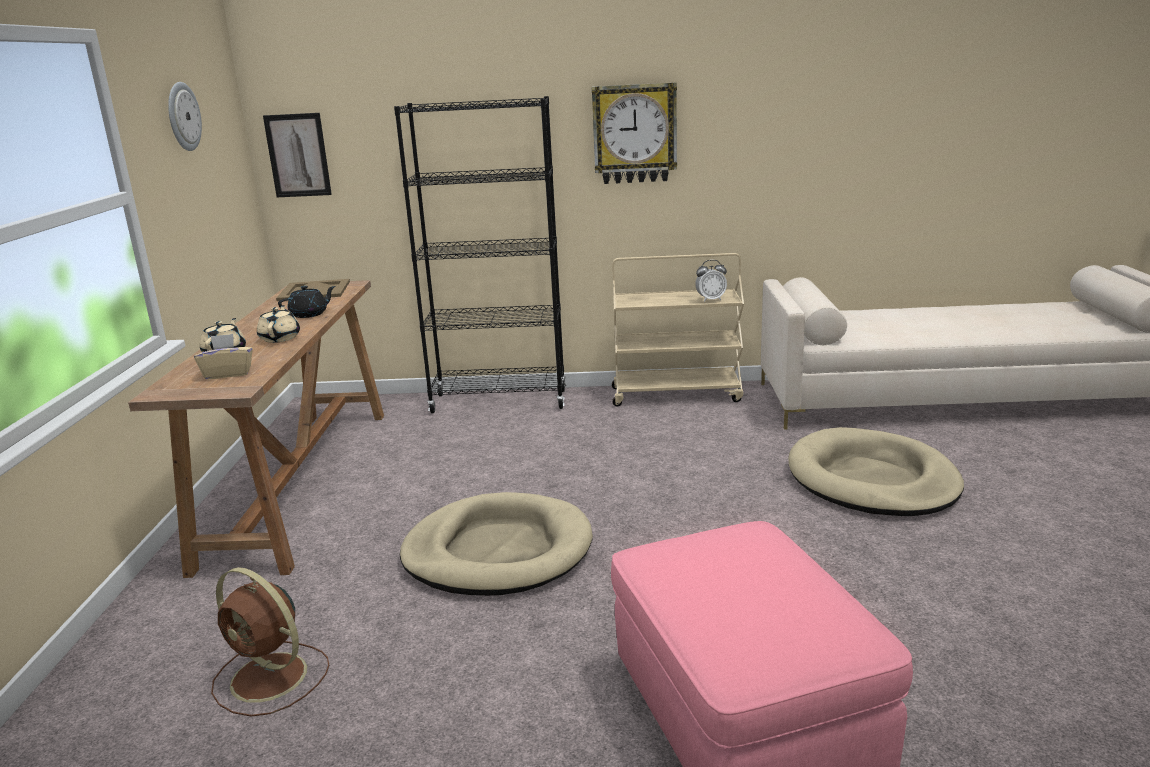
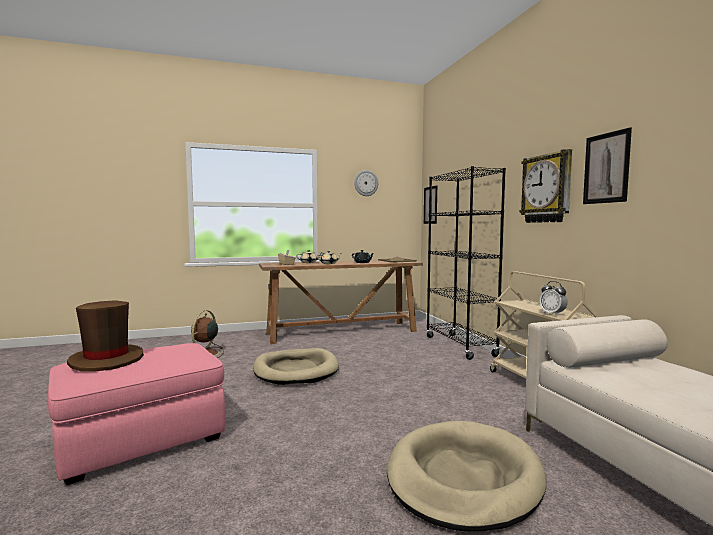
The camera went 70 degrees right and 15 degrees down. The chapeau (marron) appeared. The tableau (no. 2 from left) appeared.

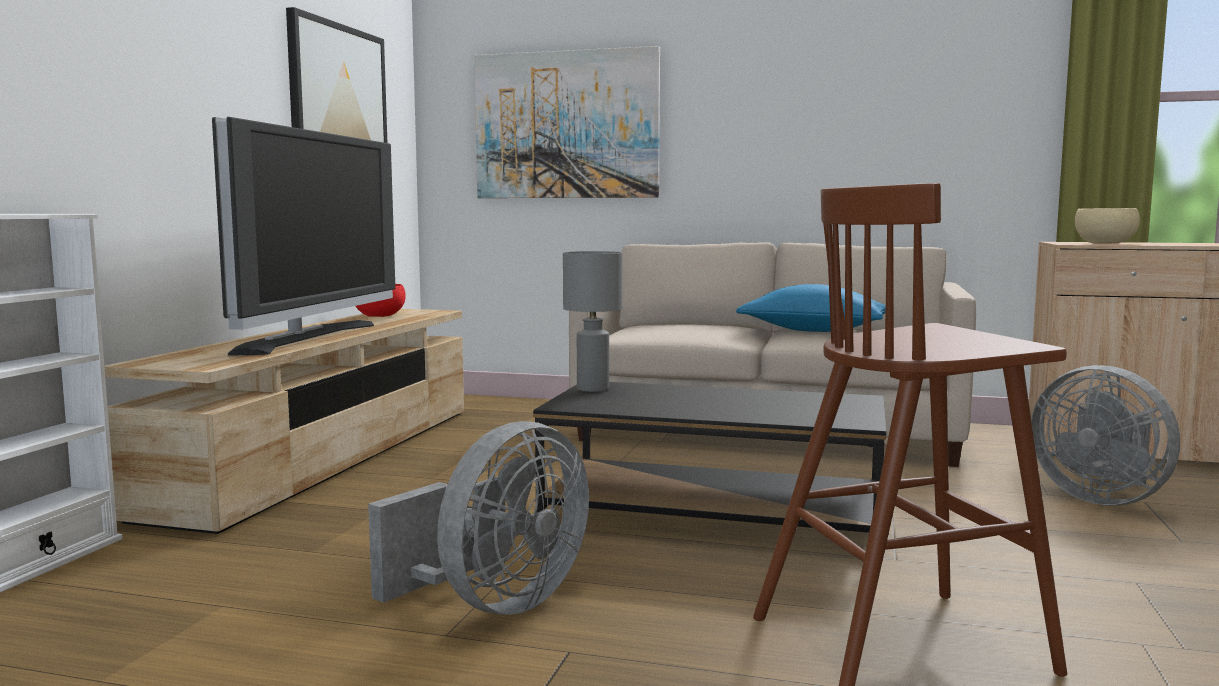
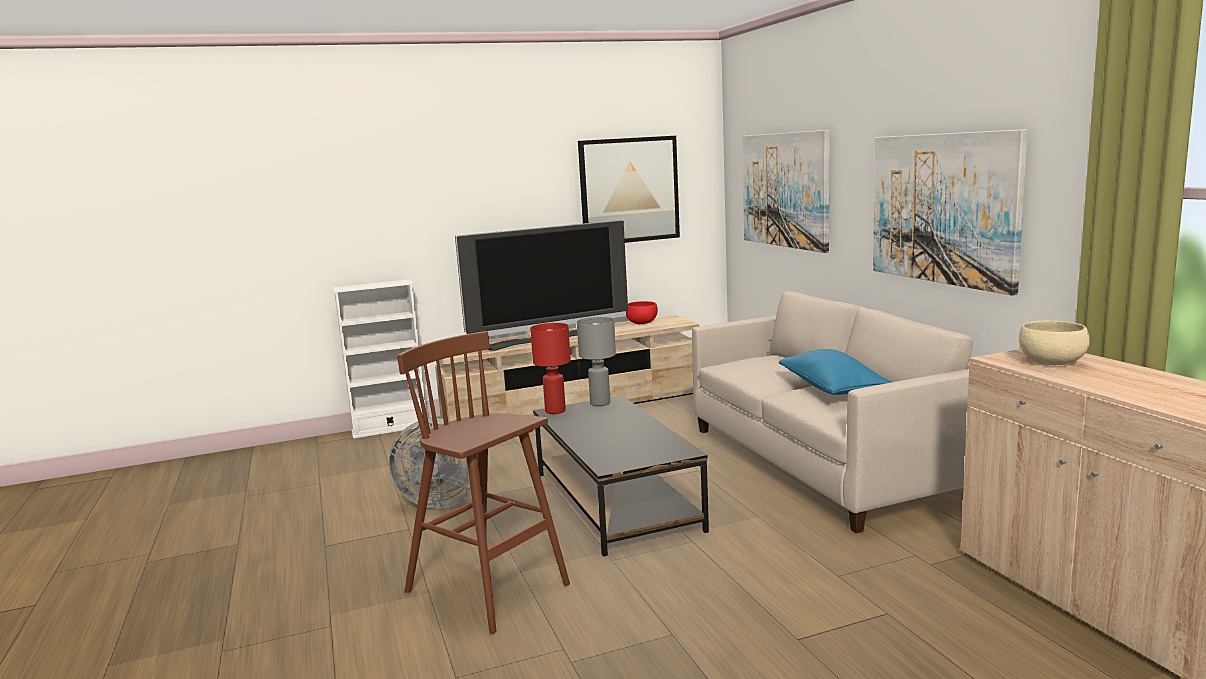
The camera went 55 degrees right and 5 degrees up. The ventilateur (gris) (no. 2 from left) disappeared. The lampe de table (rouge) appeared. The tableau (no. 3 from left) appeared.

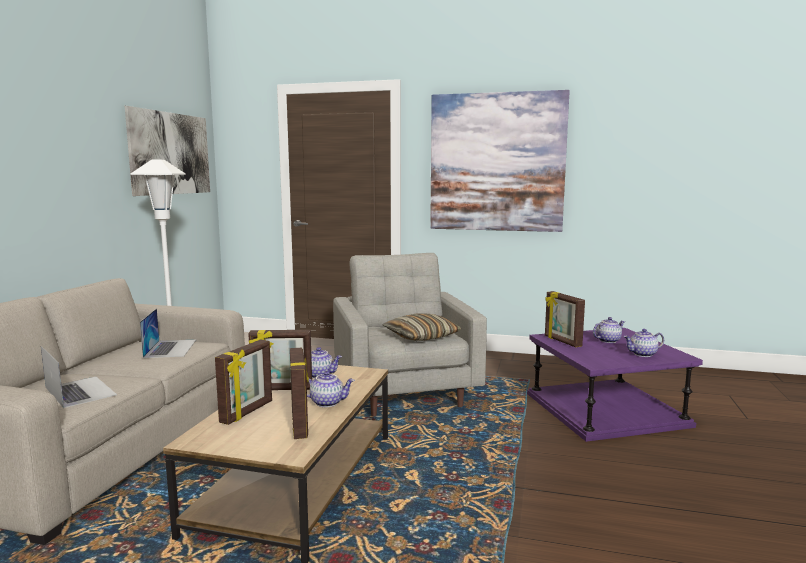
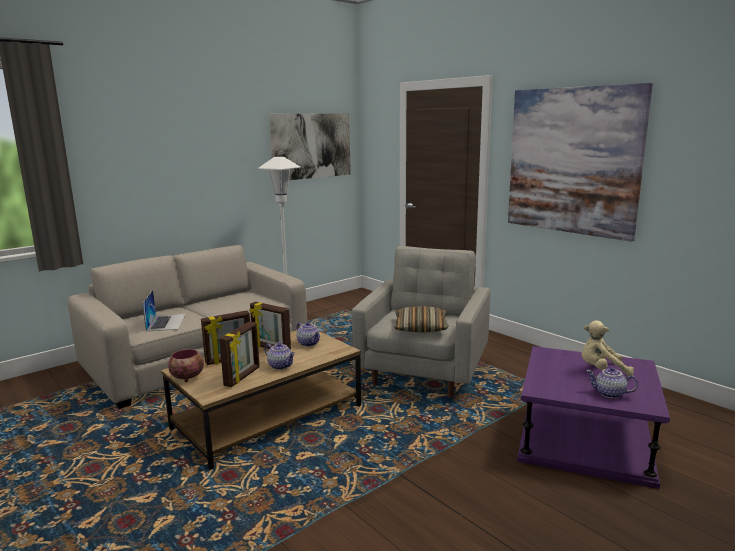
The camera went 35 degrees right and 5 degrees up. The ordinateur portable (no. 2 from left) disappeared. The cadre photo (no. 4 from left) disappeared. The théière (no. 3 from left) was replaced by the peluche (beige). The bol appeared.

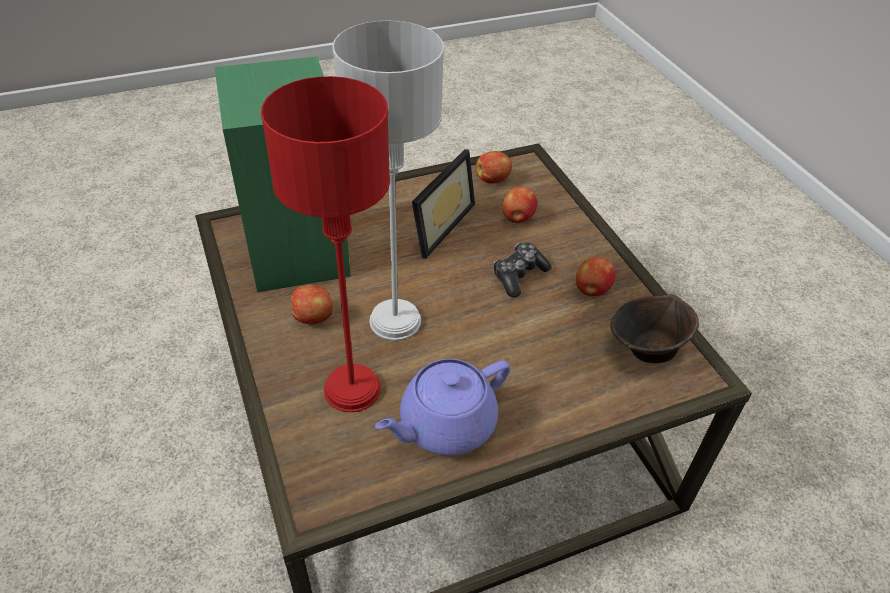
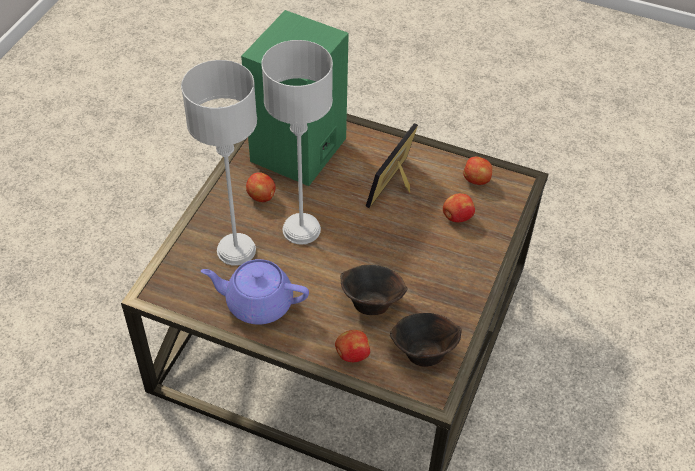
The camera went 45 degrees right and 5 degrees up. The lampe de table (rouge) became the lampe de table (gris) (no. 1 from left). The cadre photo turned 135 degrees clockwise. The manette disappeared. The pomme (no. 4 from left in the first image) moved. The bol (marron) (no. 1 from left) appeared.

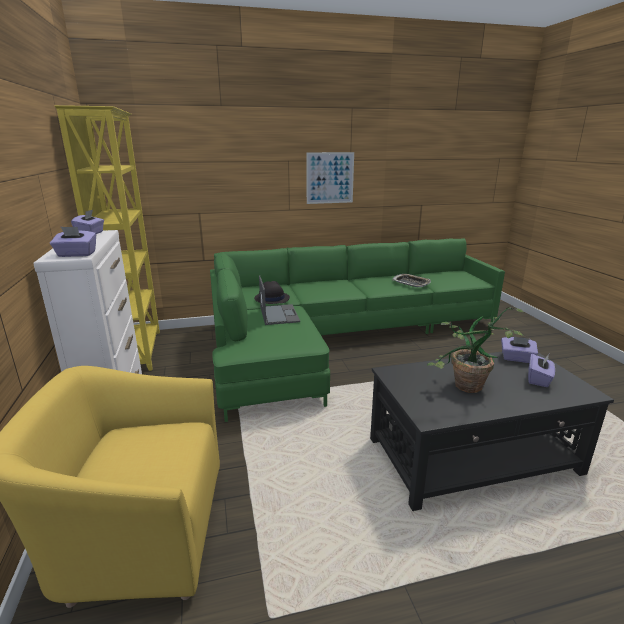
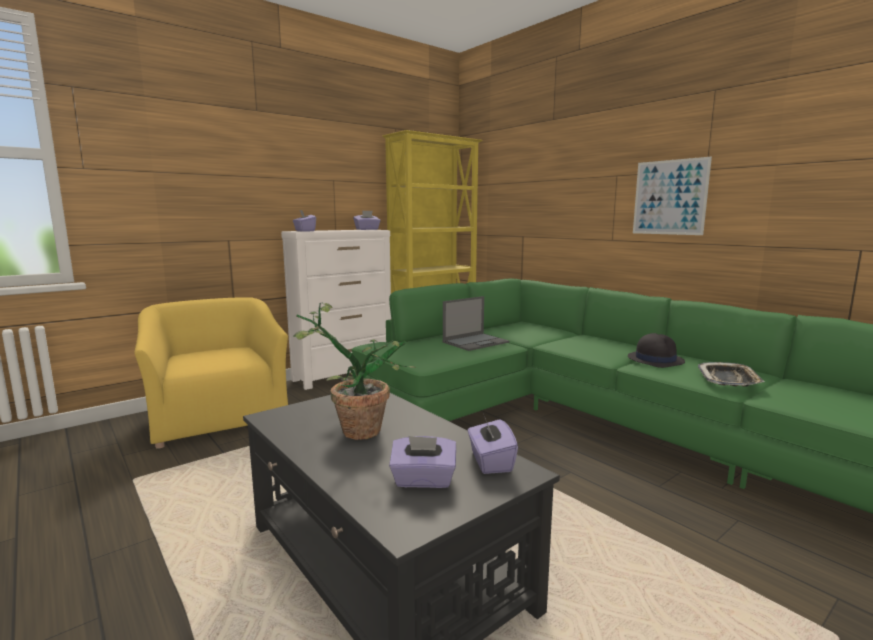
The camera went 65 degrees right and 10 degrees down. The chapeau (noir) moved.

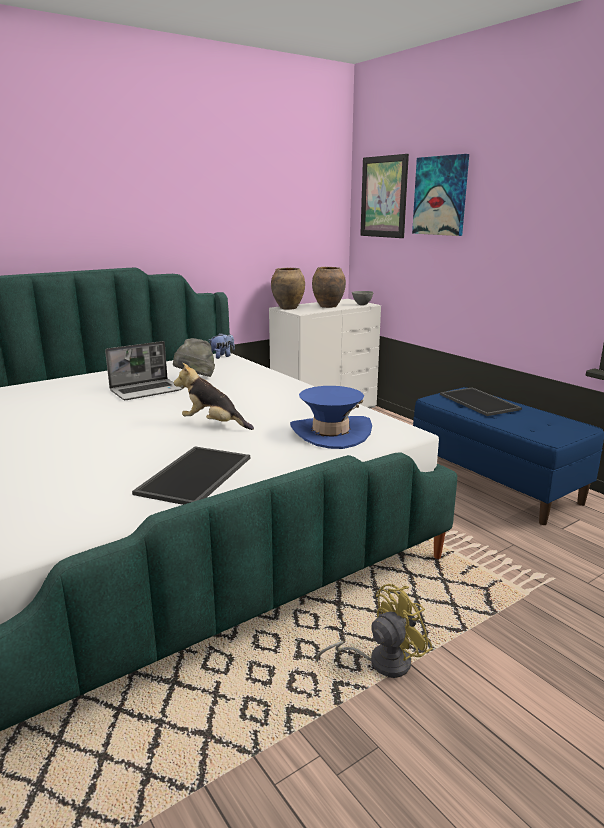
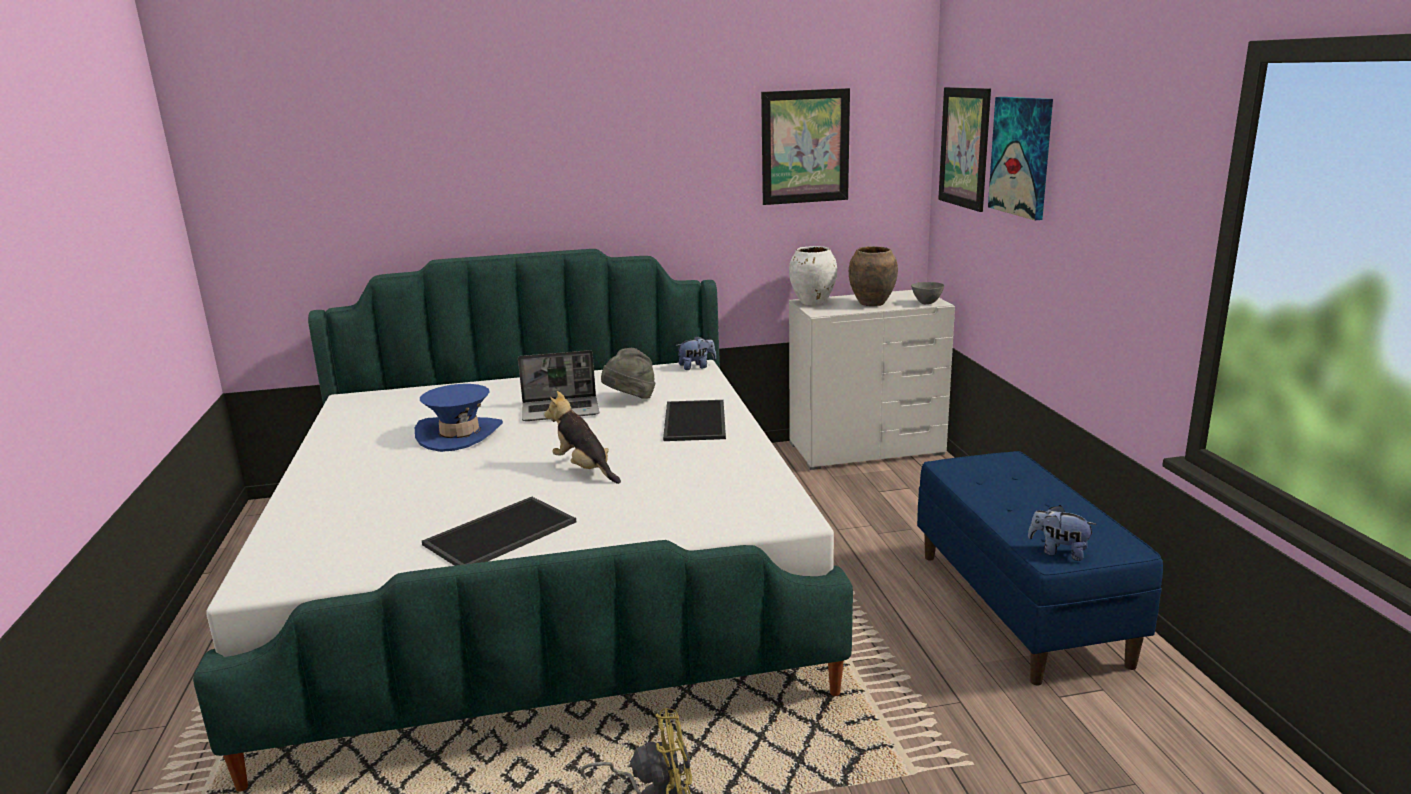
The camera went 25 degrees right and 0 degrees up. The vase (marron) (no. 1 from left) became the vase (blanc). The chapeau (bleu) moved. The plateau (no. 2 from left) moved. The tableau (no. 1 from left) appeared. The peluche (no. 3 from left) appeared.

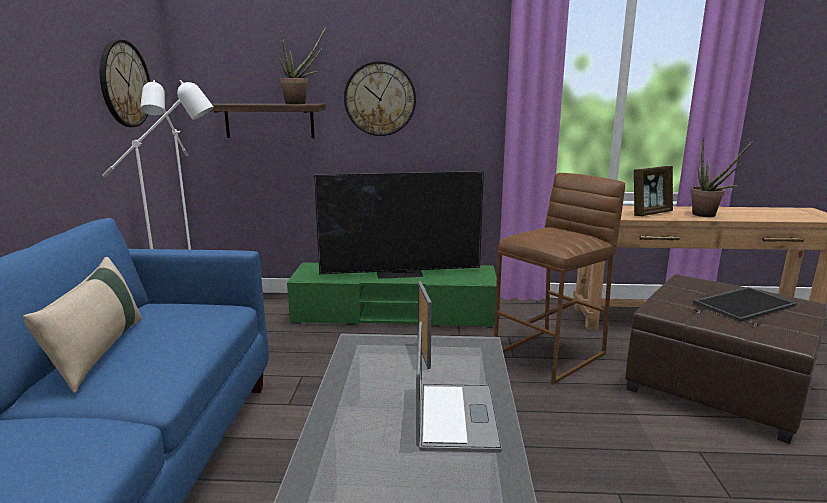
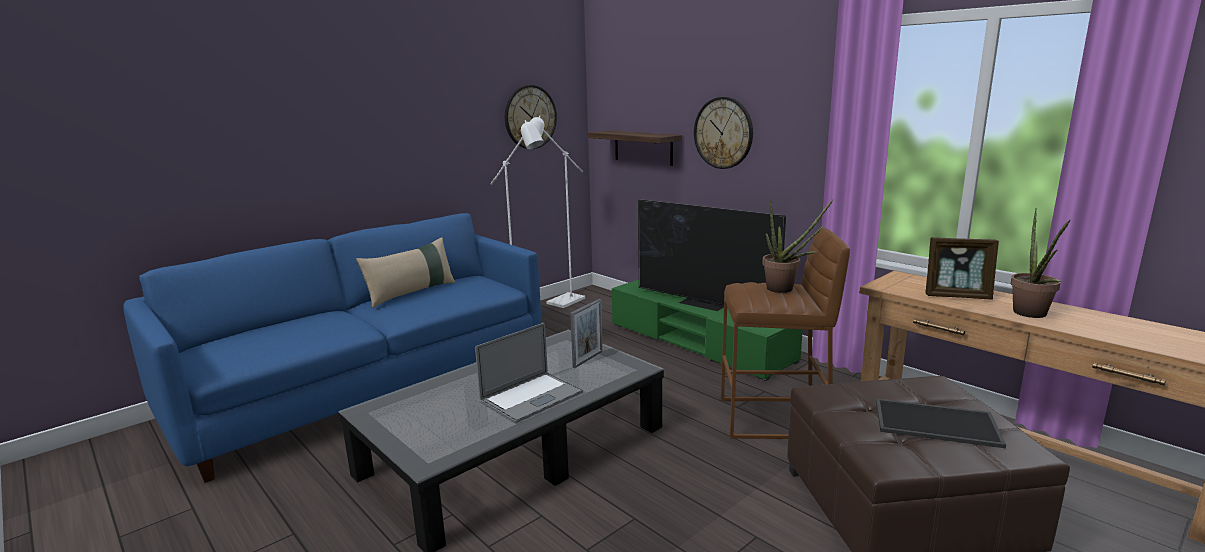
The camera went 45 degrees right and 0 degrees up. The plante en pot (no. 1 from left) moved.

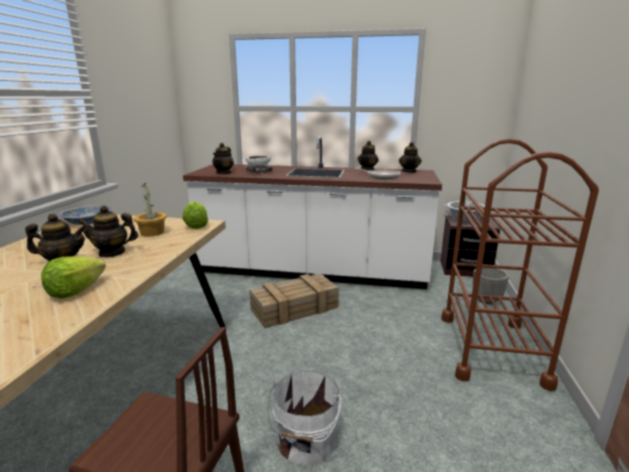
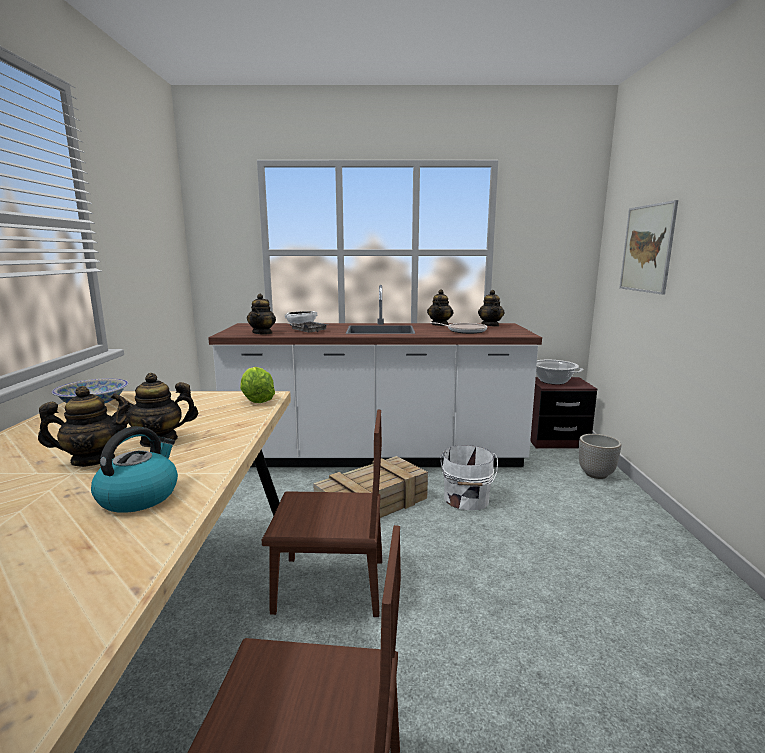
The camera went 10 degrees left and 5 degrees down. The laitue (no. 1 from left) was replaced by the bouilloire. The plante en pot disappeared. The seau (blanc) moved. The chariot (marron) disappeared. The chaise (marron) (no. 2 from left) appeared. The tableau appeared.

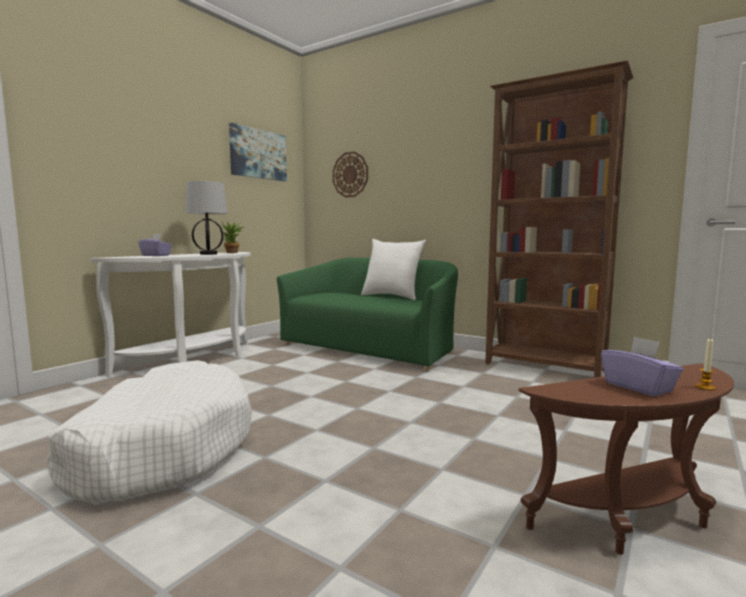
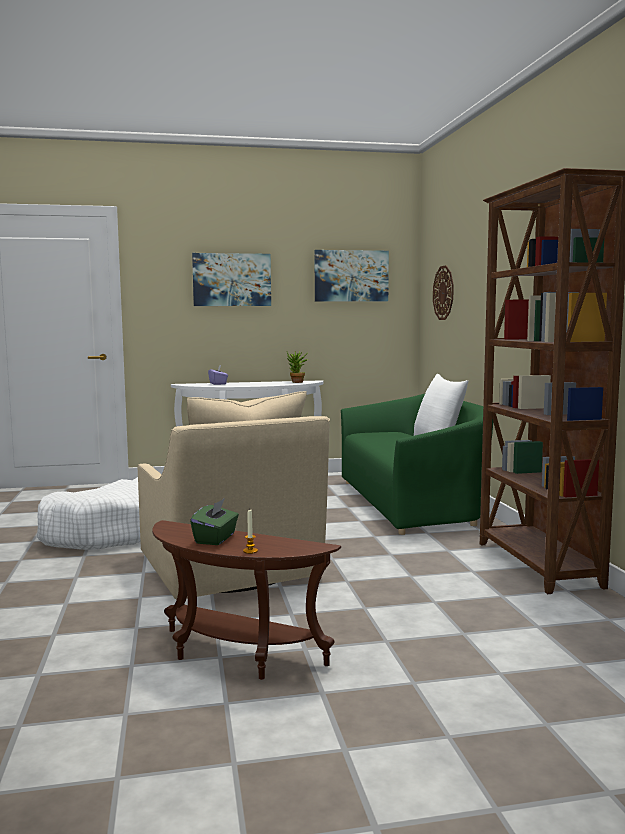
The camera went 45 degrees right and 0 degrees up. The lampe de table disappeared. The boîte à mouchoirs (violet) (no. 2 from left) became the boîte à mouchoirs (vert). The fauteuil (beige) appeared. The tableau (no. 1 from left) appeared.

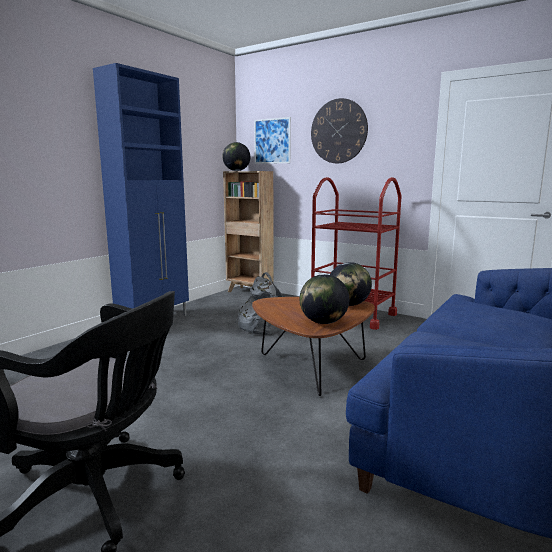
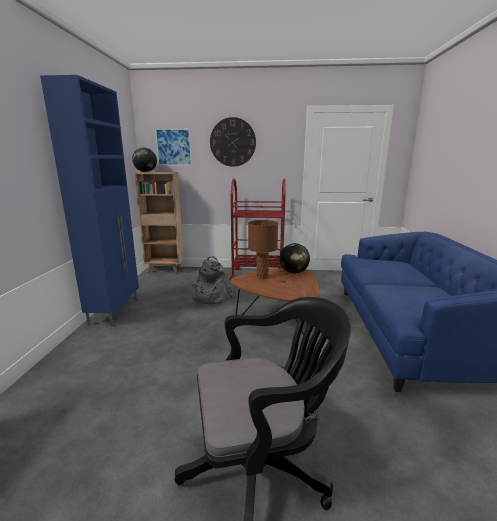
The camera went 30 degrees left and 5 degrees up. The globe (no. 2 from left) disappeared. The lampe de table (marron) appeared.

